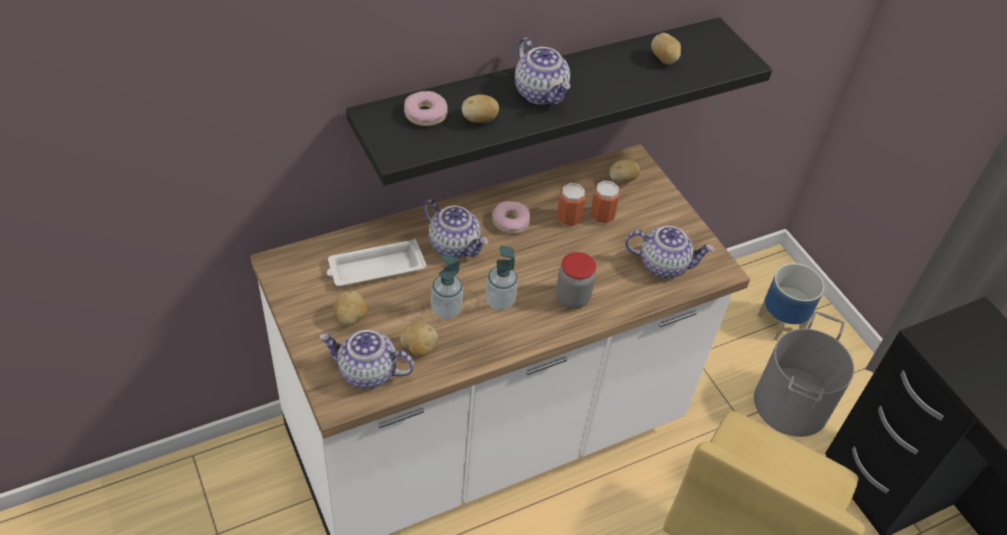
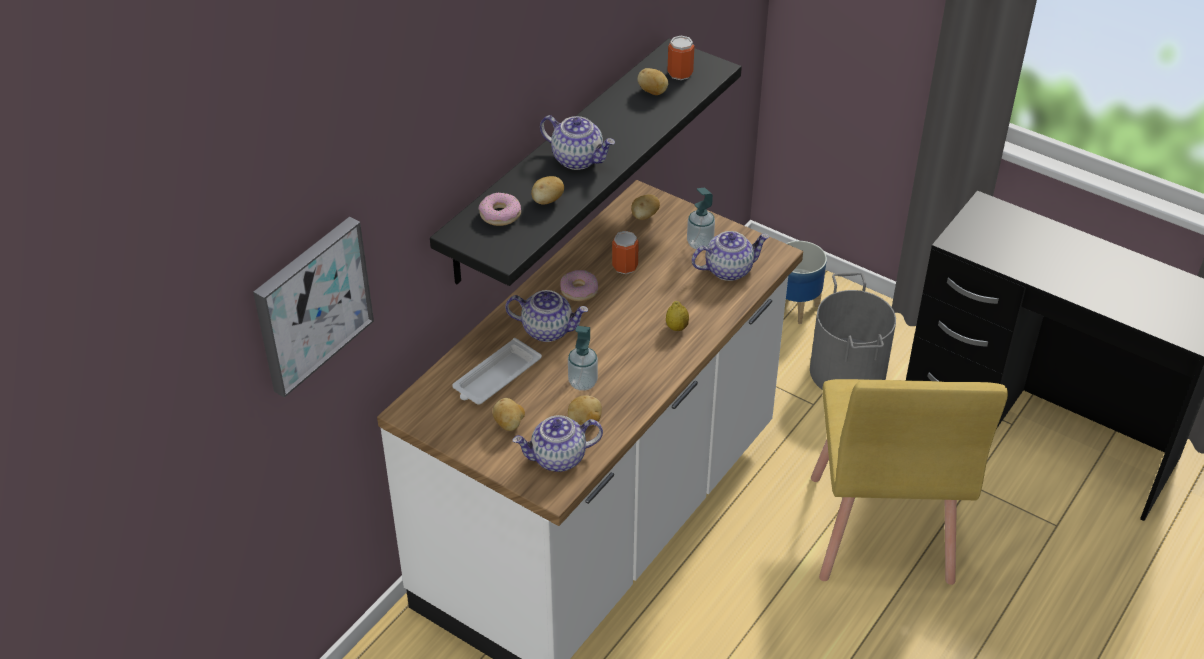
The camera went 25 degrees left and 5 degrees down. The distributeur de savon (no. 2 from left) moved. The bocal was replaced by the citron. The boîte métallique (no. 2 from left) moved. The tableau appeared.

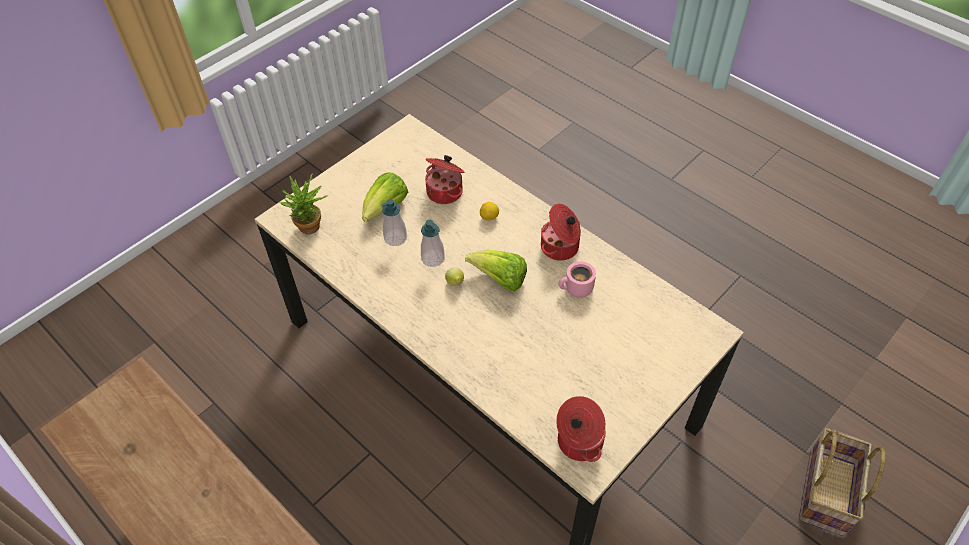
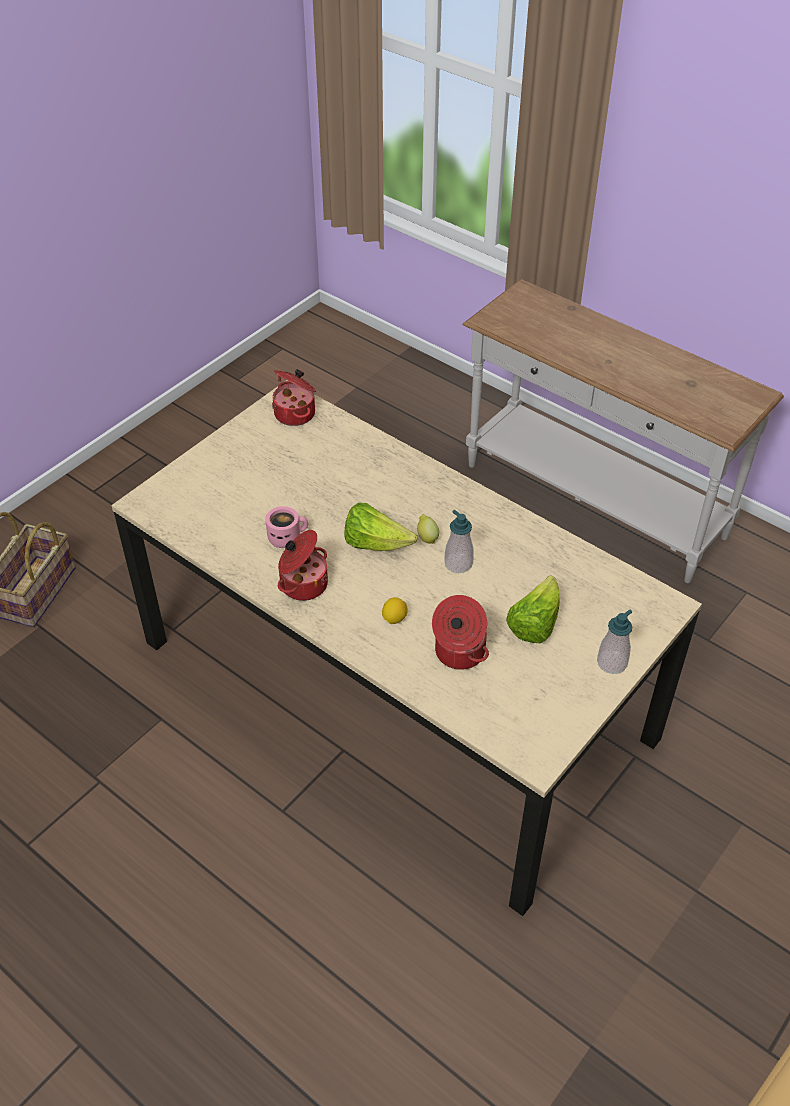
The camera went 175 degrees right and 5 degrees down. The plante en pot disappeared. The distributeur de savon (no. 1 from left in the first image) moved.

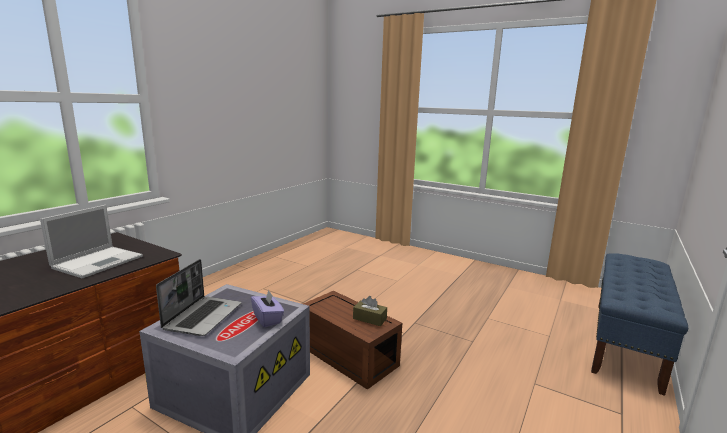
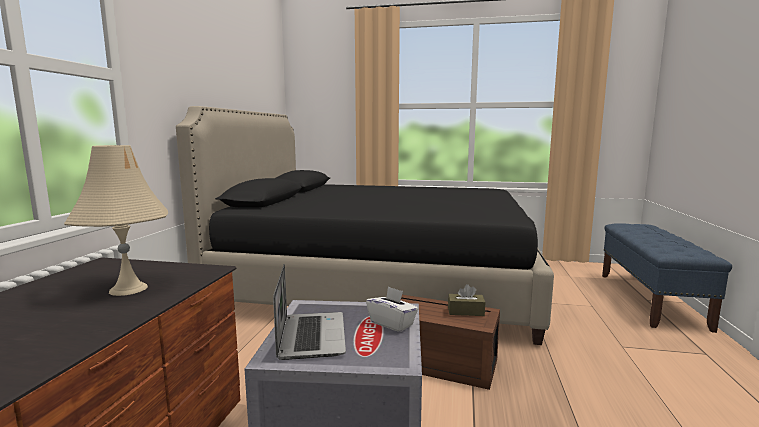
The camera went 20 degrees left and 5 degrees down. The ordinateur portable (no. 1 from left) was replaced by the lampe de table (beige). The boîte à mouchoirs (violet) became the boîte à mouchoirs (blanc). The lit (noir) appeared.

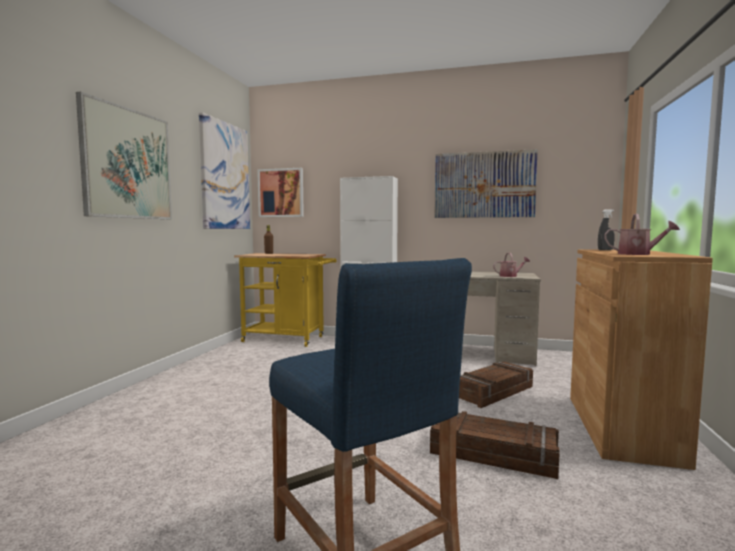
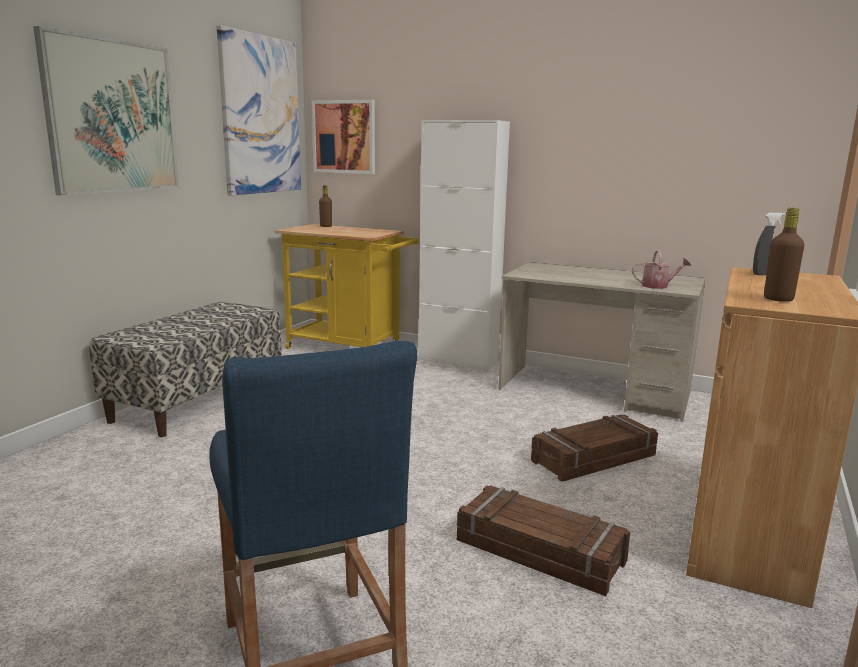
The camera went 10 degrees right and 10 degrees up. The tableau (no. 4 from left) disappeared. The arrosoir (no. 2 from left) was replaced by the bouteille (marron) (no. 2 from left). The banc appeared.

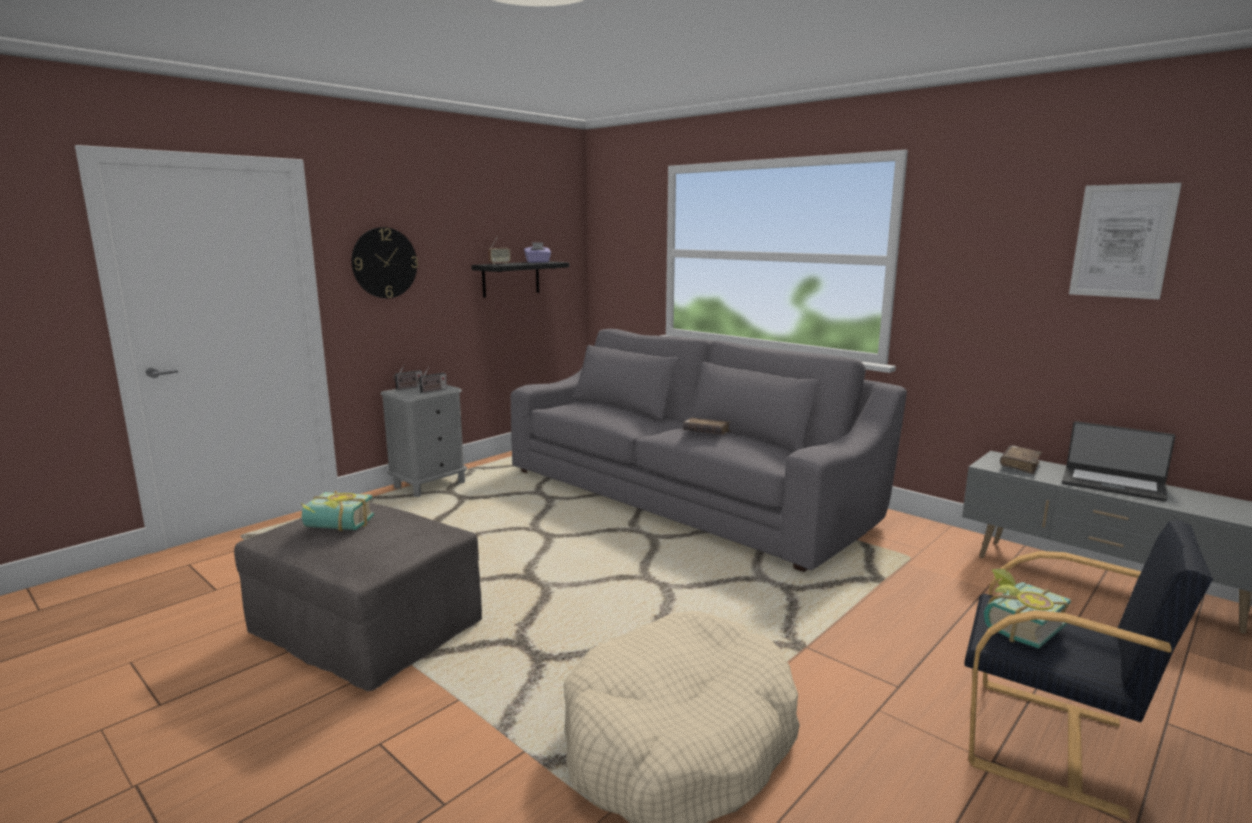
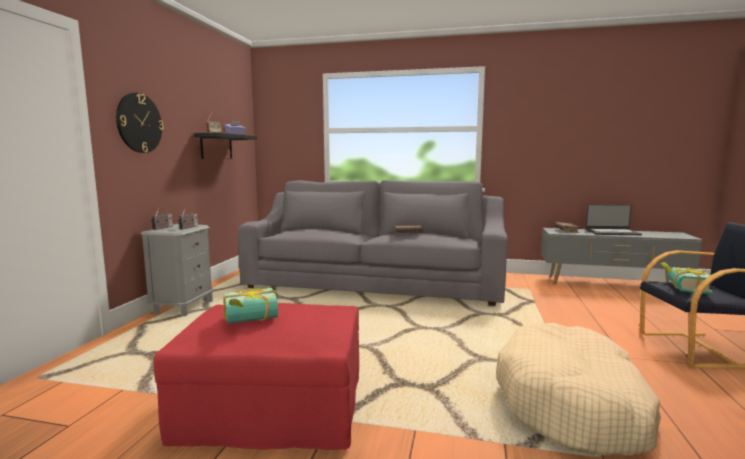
The camera went 30 degrees left and 5 degrees down. The pouf (gris) became the pouf (rouge). The tableau disappeared.

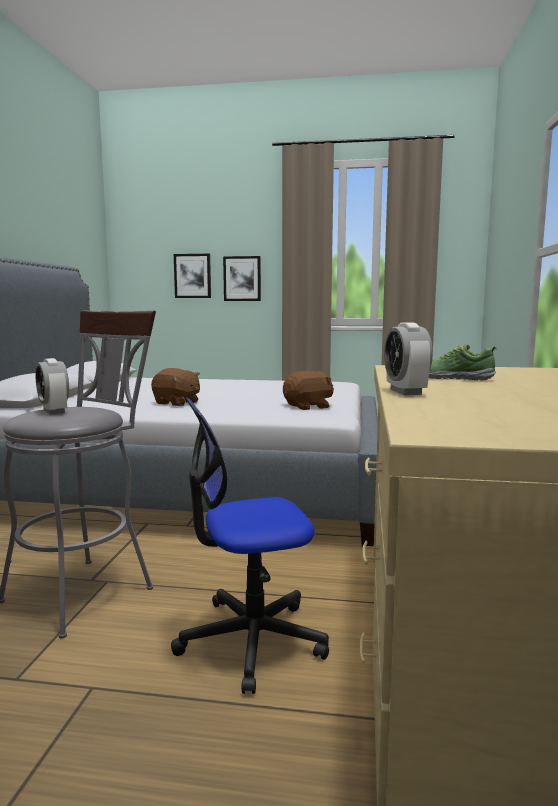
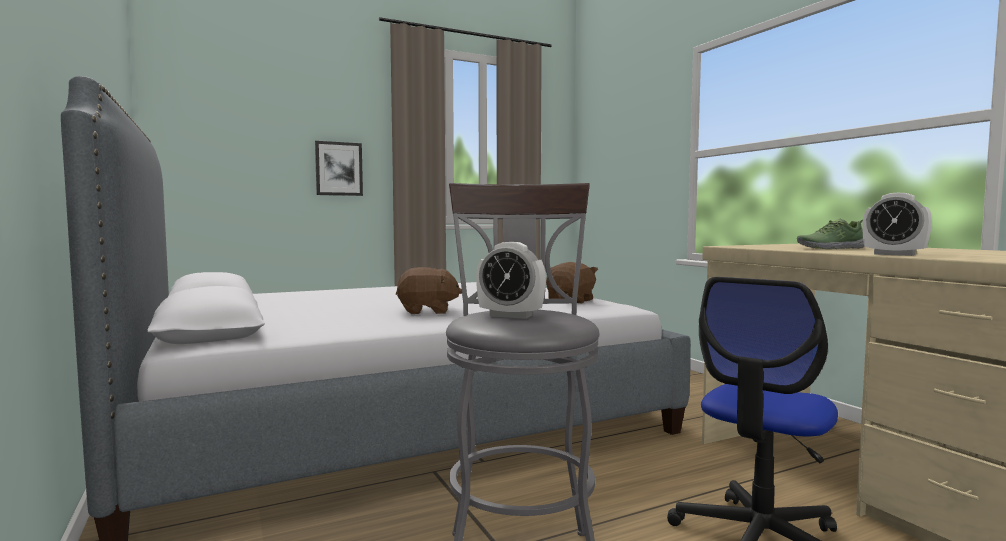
The camera went 35 degrees left and 5 degrees down. The tableau (no. 1 from left) disappeared.

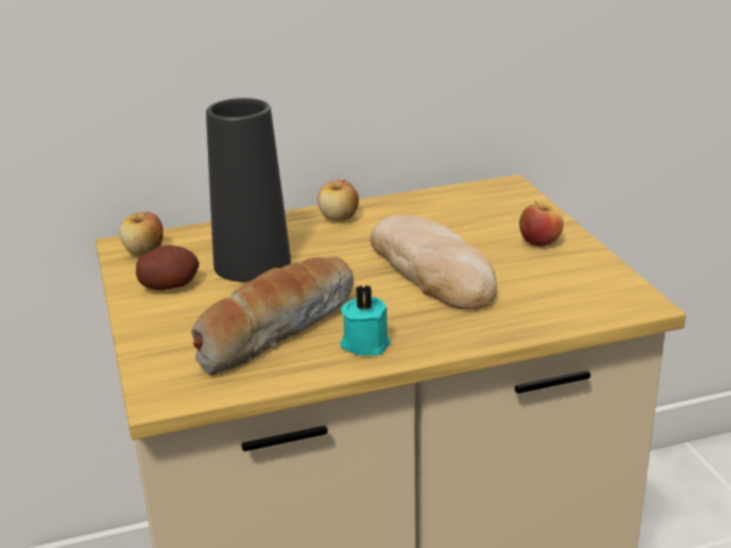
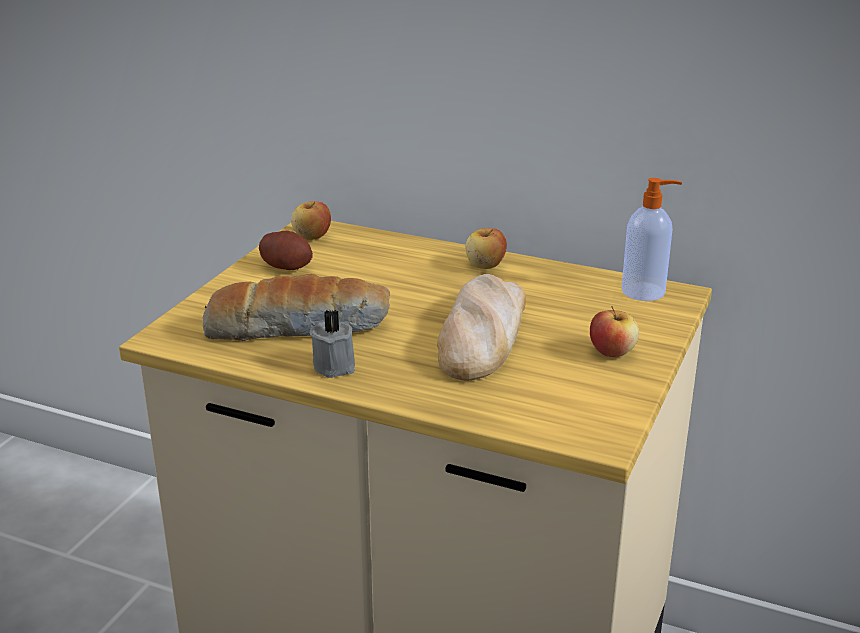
The camera went 40 degrees right and 0 degrees up. The vase (noir) disappeared. The bougie (turquoise) became the bougie (gris). The distributeur de savon appeared.

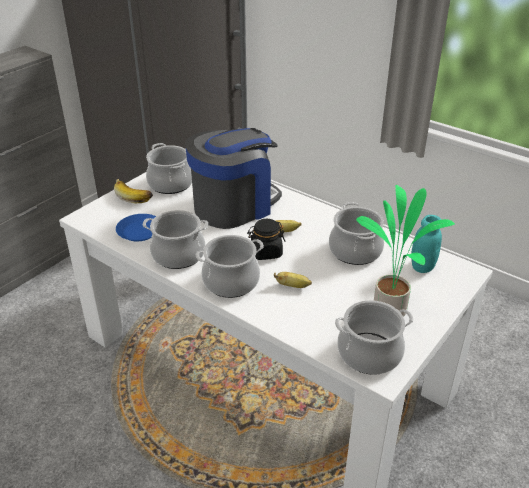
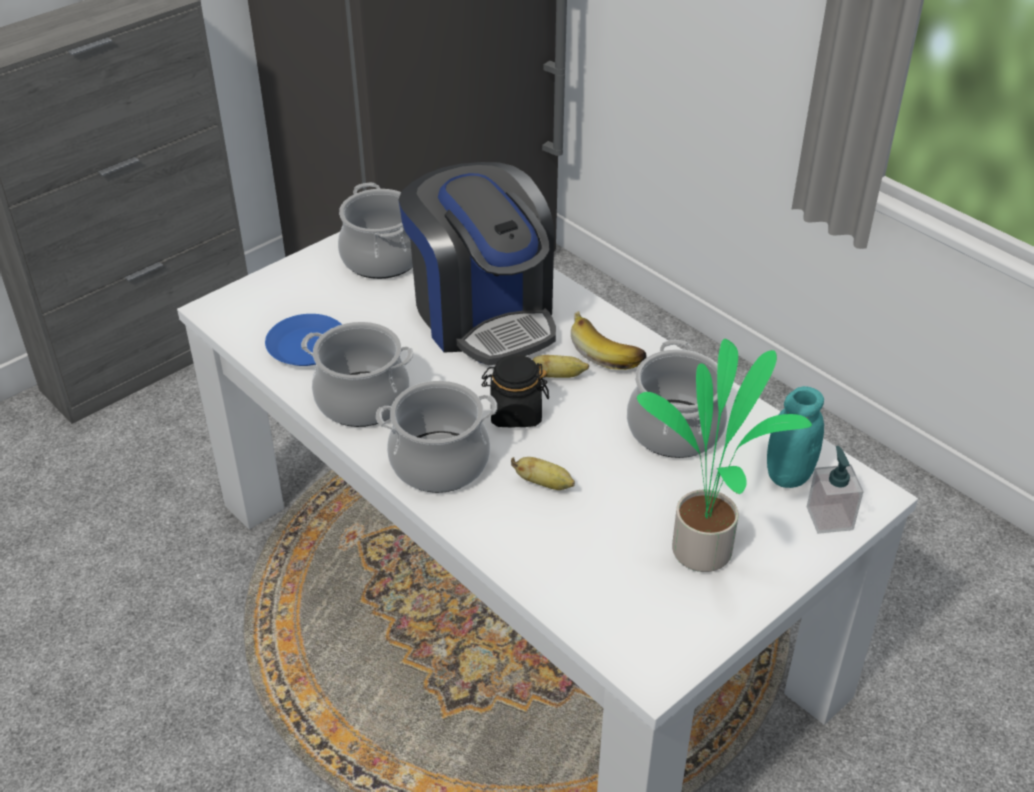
The camera went 10 degrees right and 5 degrees up. The banane (no. 1 from left in the first image) moved. The machine à café turned 90 degrees clockwise. The marmite (no. 5 from left) disappeared. The distributeur de savon appeared.

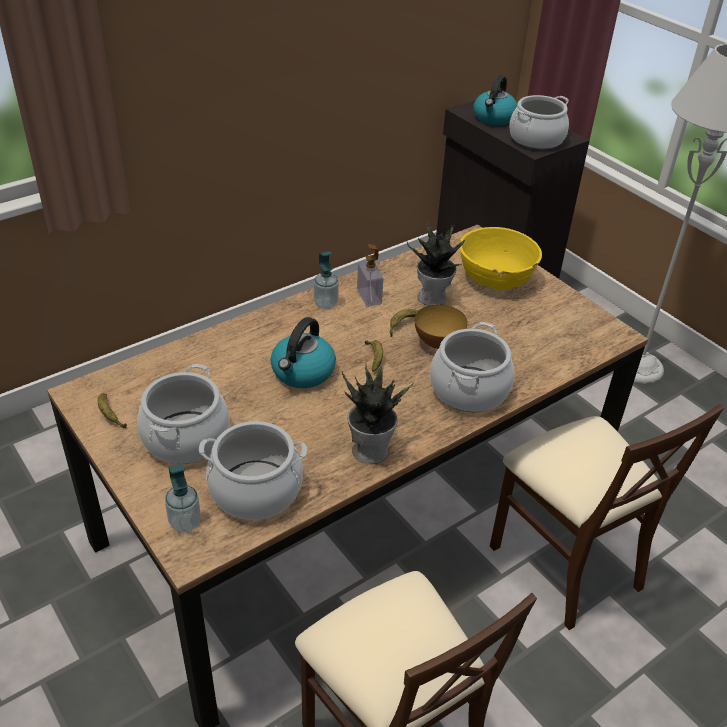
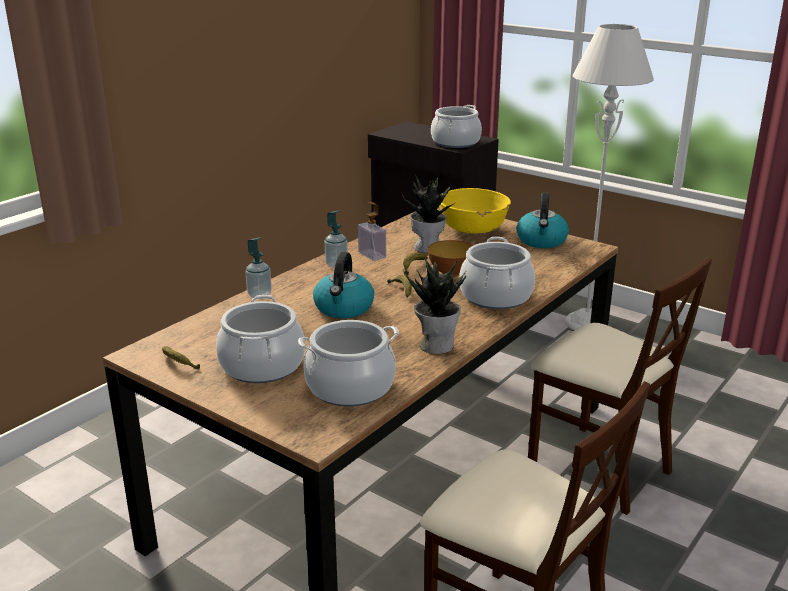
The camera went 15 degrees left and 15 degrees down. The distributeur de savon (no. 1 from left) moved. The bouilloire (no. 2 from left) moved.

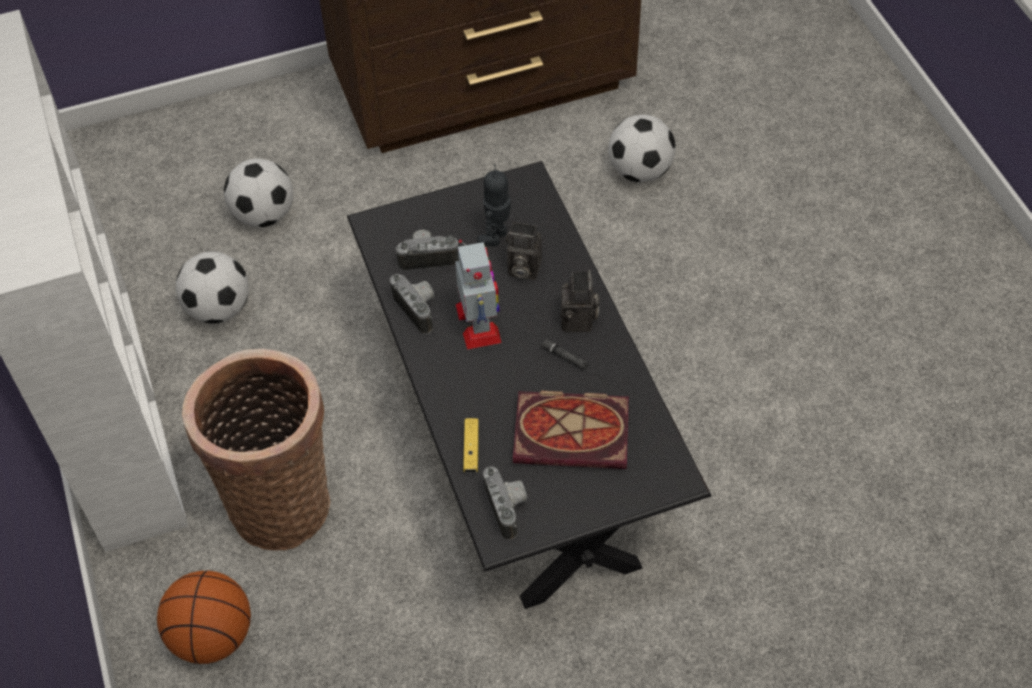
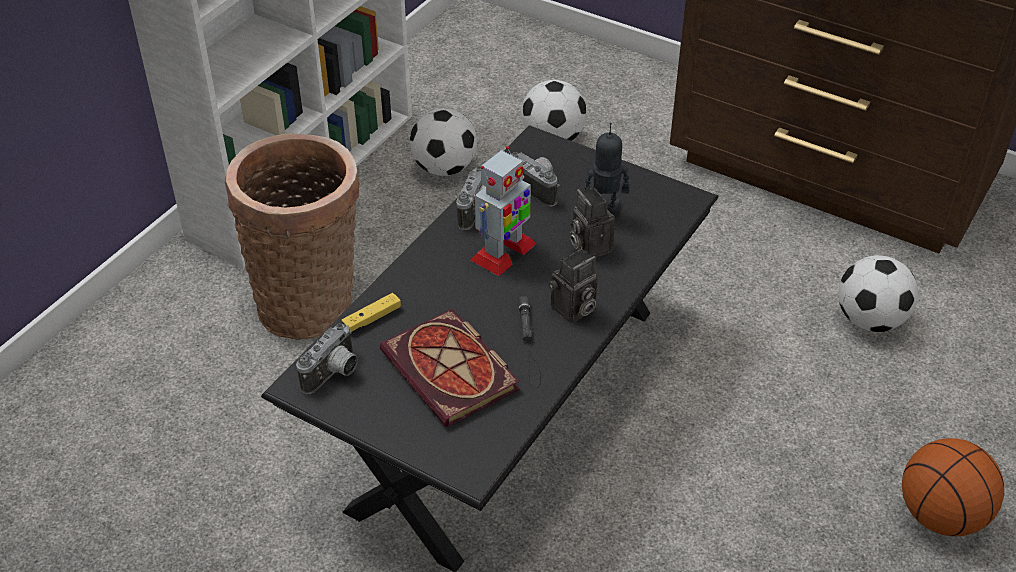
The camera went 50 degrees right and 10 degrees down. The ballon de basket moved.

